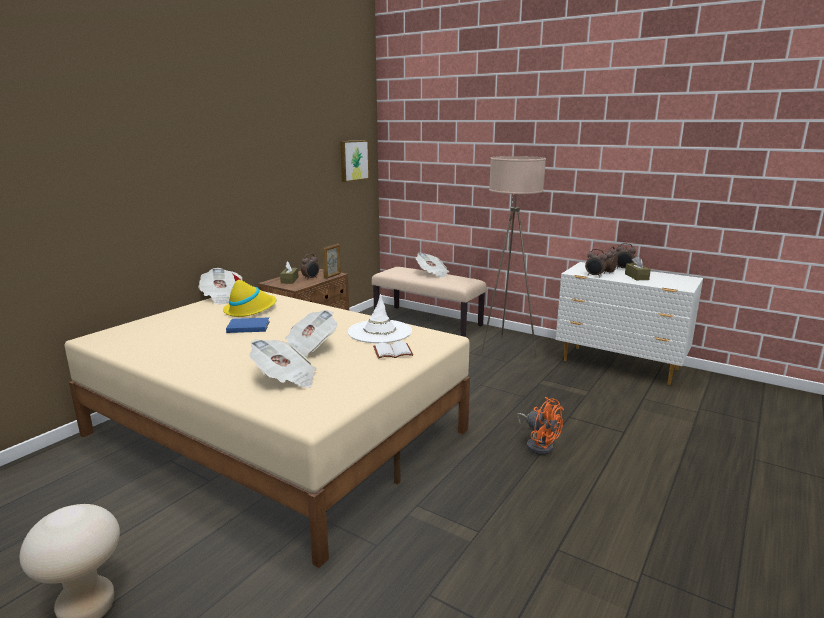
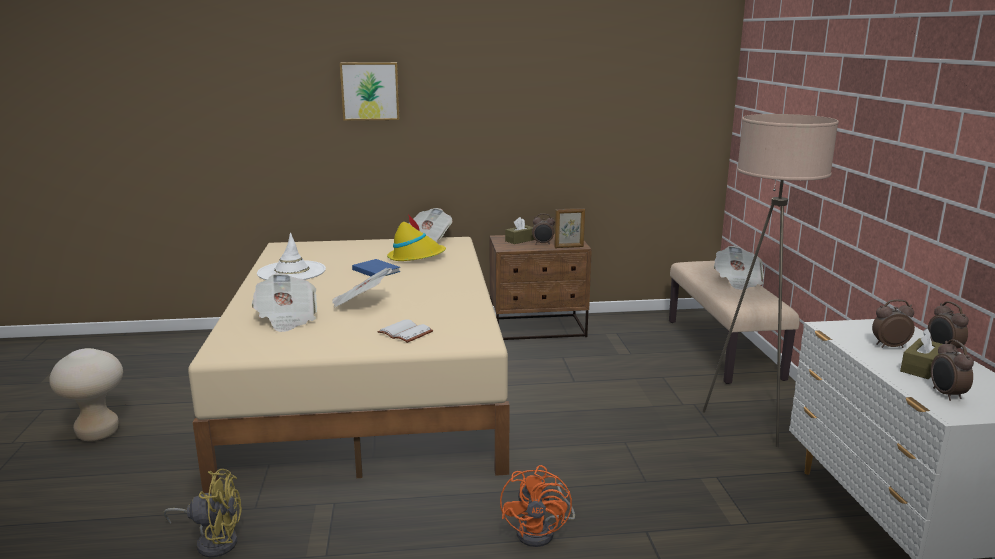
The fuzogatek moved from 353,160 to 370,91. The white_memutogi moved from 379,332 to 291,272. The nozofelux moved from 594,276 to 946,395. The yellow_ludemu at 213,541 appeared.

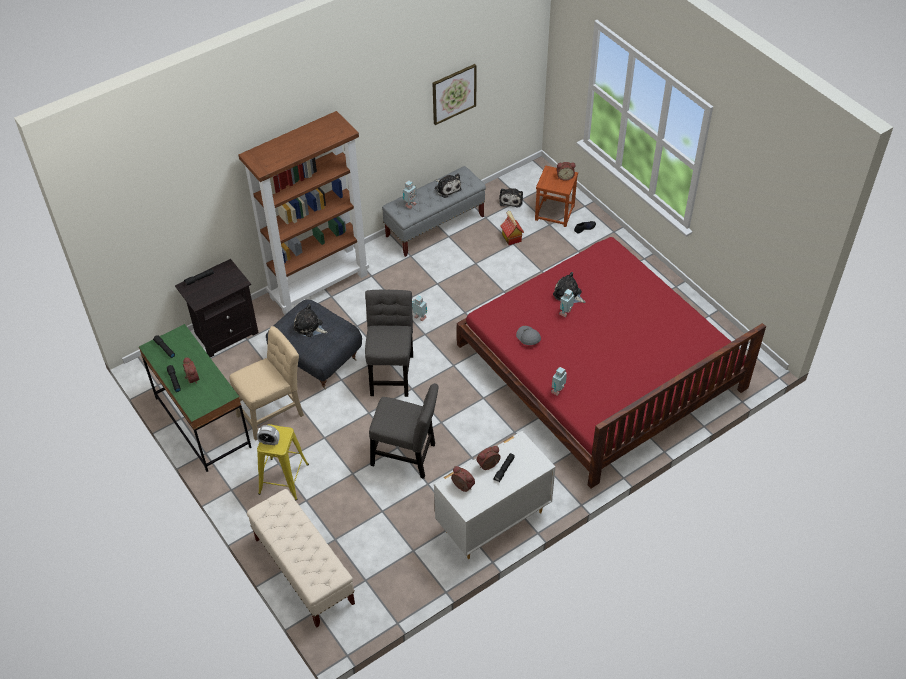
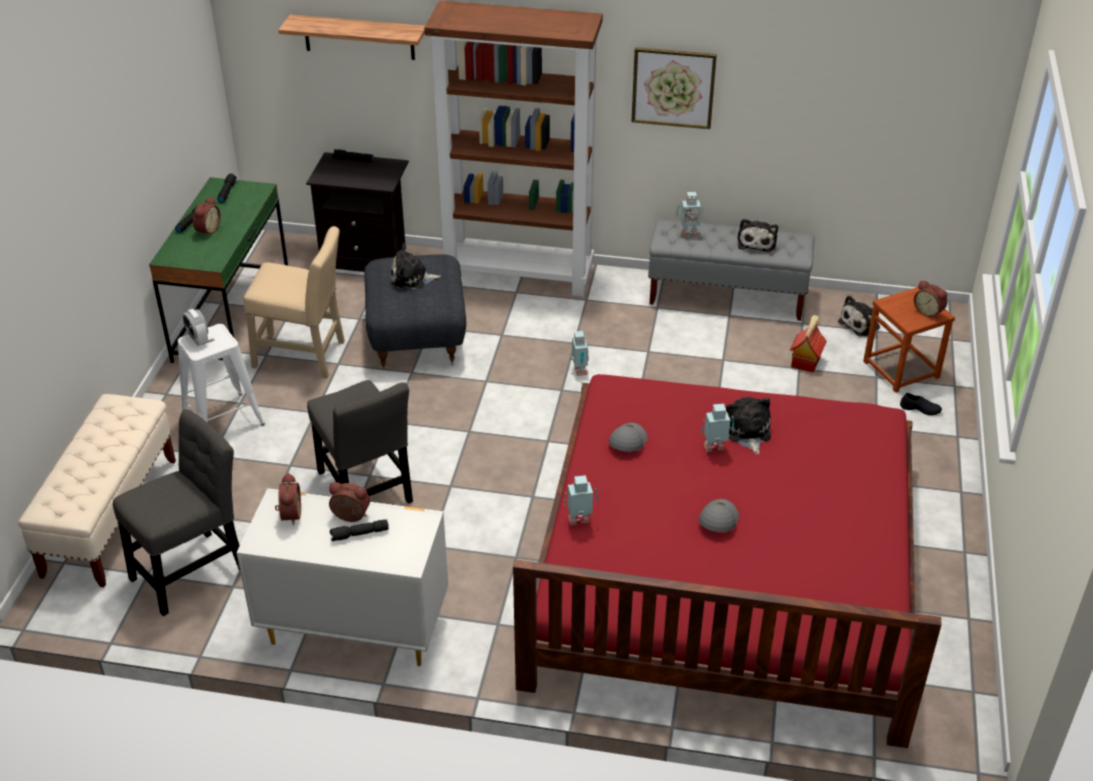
The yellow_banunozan at 283,479 became the white_banunozan at 223,420. The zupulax at 309,327 turned 75 degrees counterclockwise. The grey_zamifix moved from 391,372 to 193,570. The fuzogatek moved from 454,93 to 673,87. The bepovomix at 359,37 appeared. The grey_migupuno at 717,520 appeared.

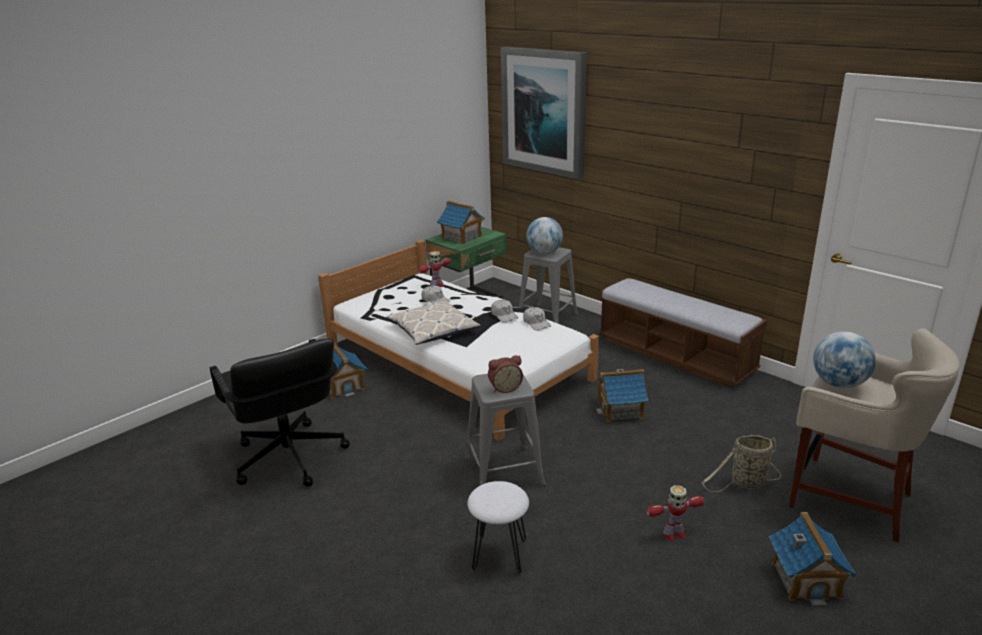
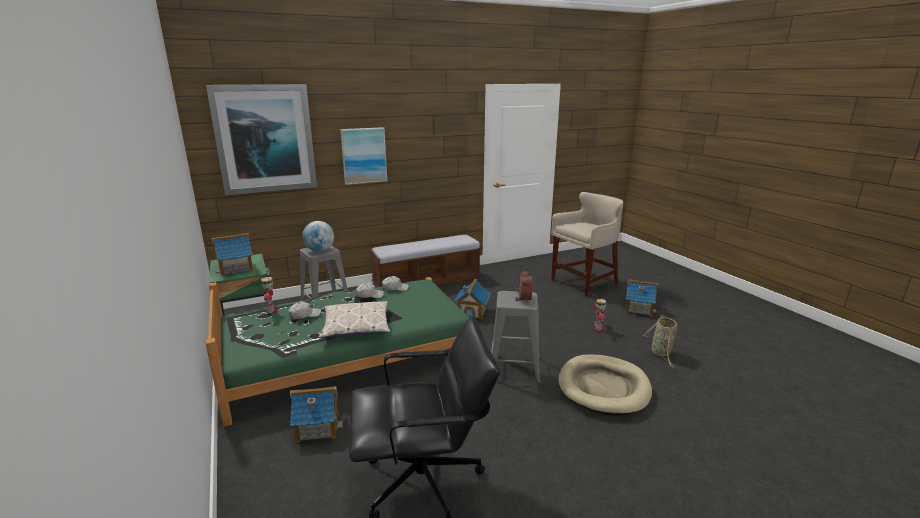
The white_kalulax at 456,363 became the green_kalulax at 347,356. The white_banunozan at 500,555 was replaced by the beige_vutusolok at 603,387. The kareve moved from 745,483 to 661,353. The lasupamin at 839,384 disappeared. The fuzogatek at 364,155 appeared.

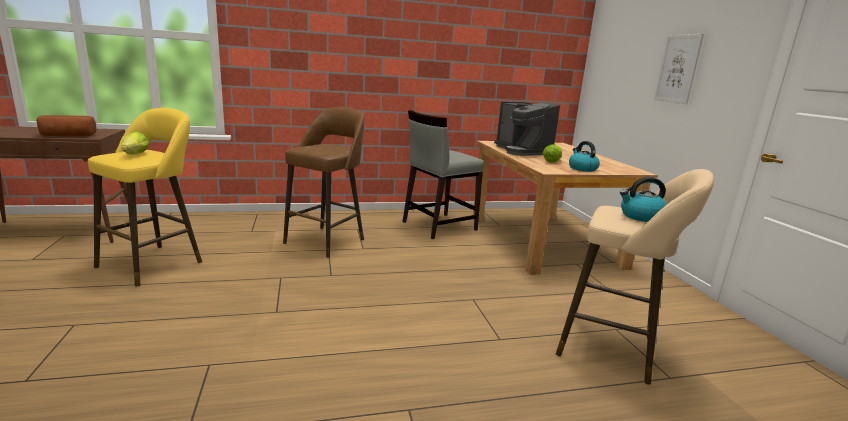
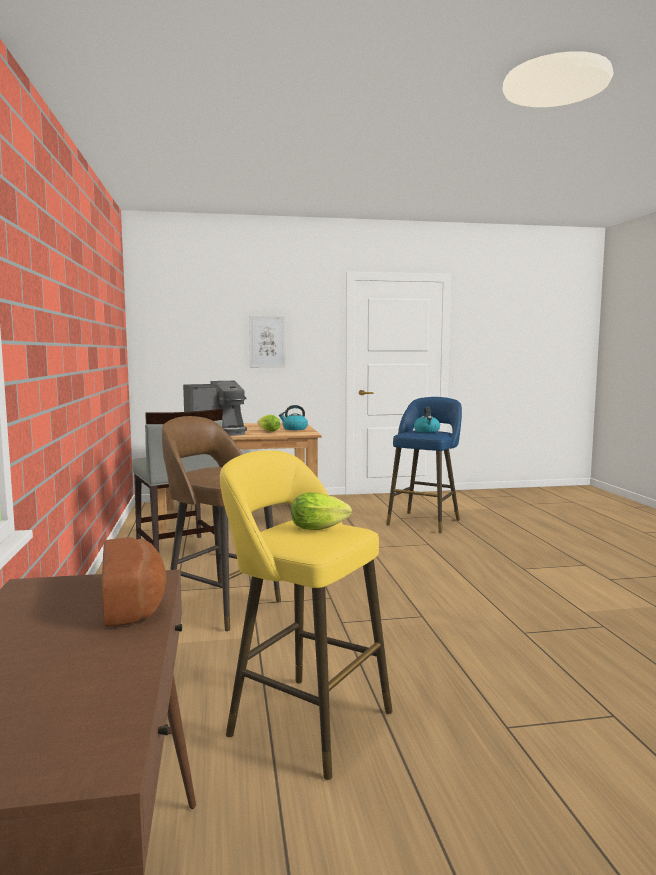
The beige_banunozan at 613,348 became the blue_banunozan at 425,521.

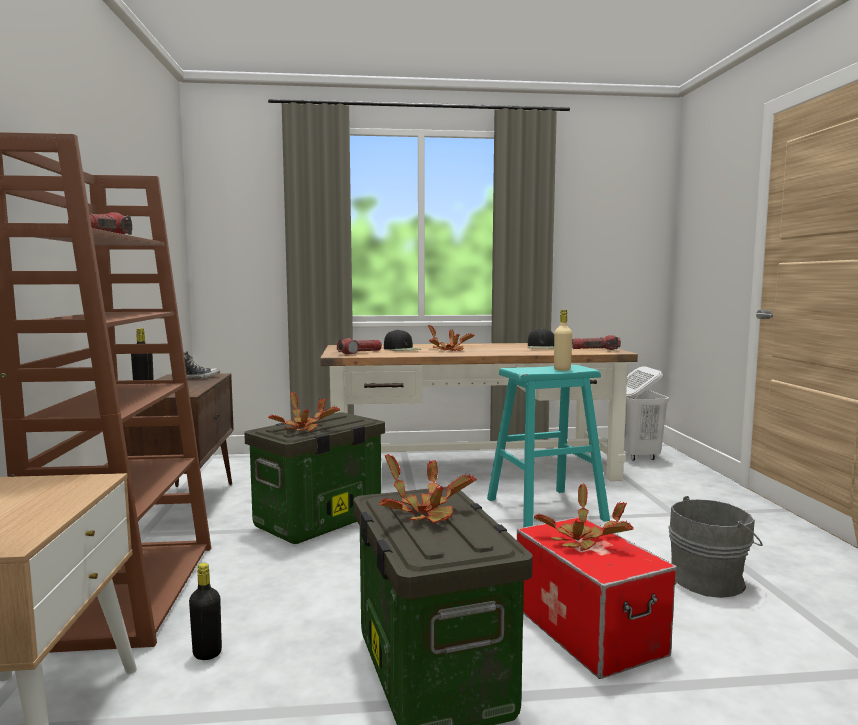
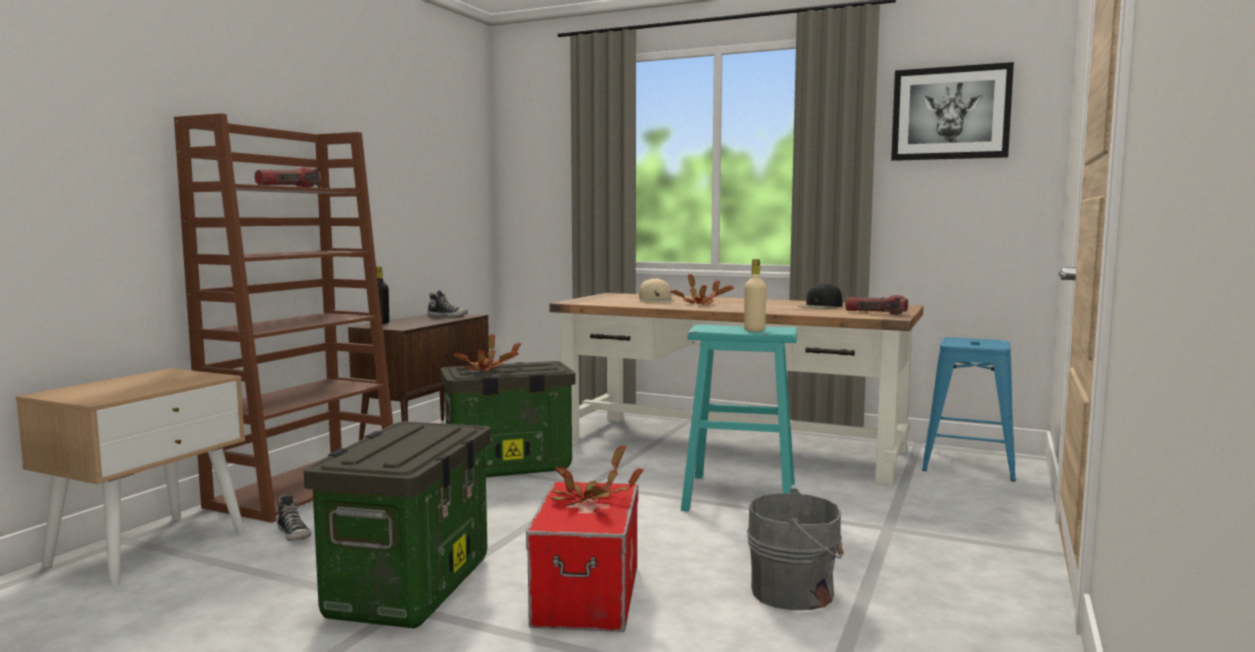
The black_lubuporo at 207,653 was replaced by the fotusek at 294,534. The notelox at 360,353 disappeared. The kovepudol at 423,512 disappeared. The black_migupuno at 402,349 became the beige_migupuno at 656,300. The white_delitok at 636,456 was replaced by the blue_banunozan at 969,464. The fuzogatek at 950,113 appeared.

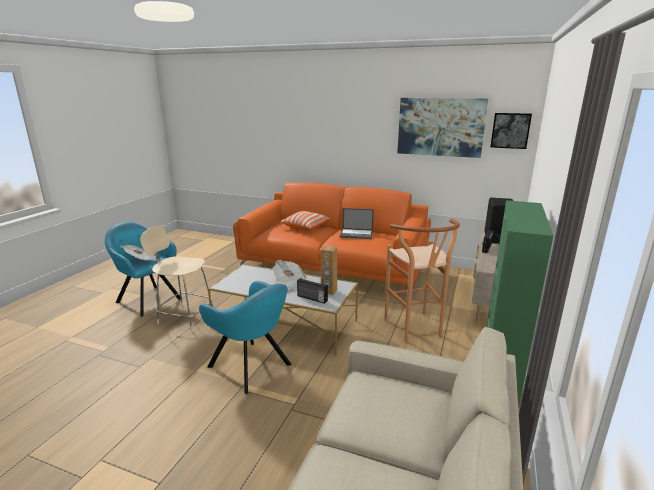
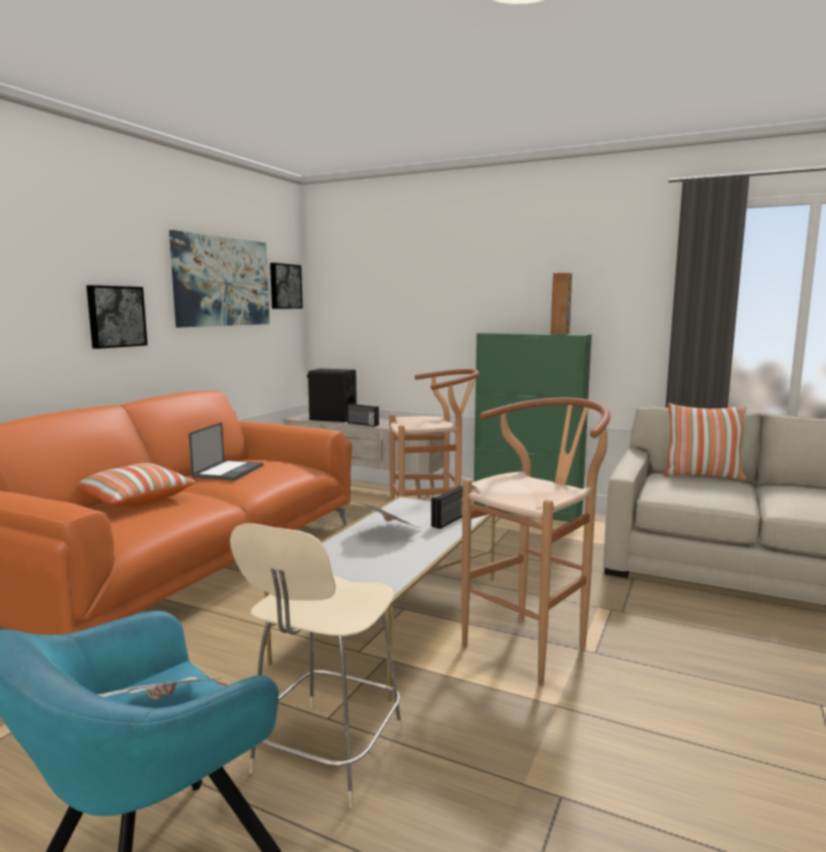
The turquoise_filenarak at 252,367 was replaced by the brown_banunozan at 533,644. The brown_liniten moved from 328,291 to 560,334. The fuzogatek at 115,316 appeared. The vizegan at 702,476 appeared.

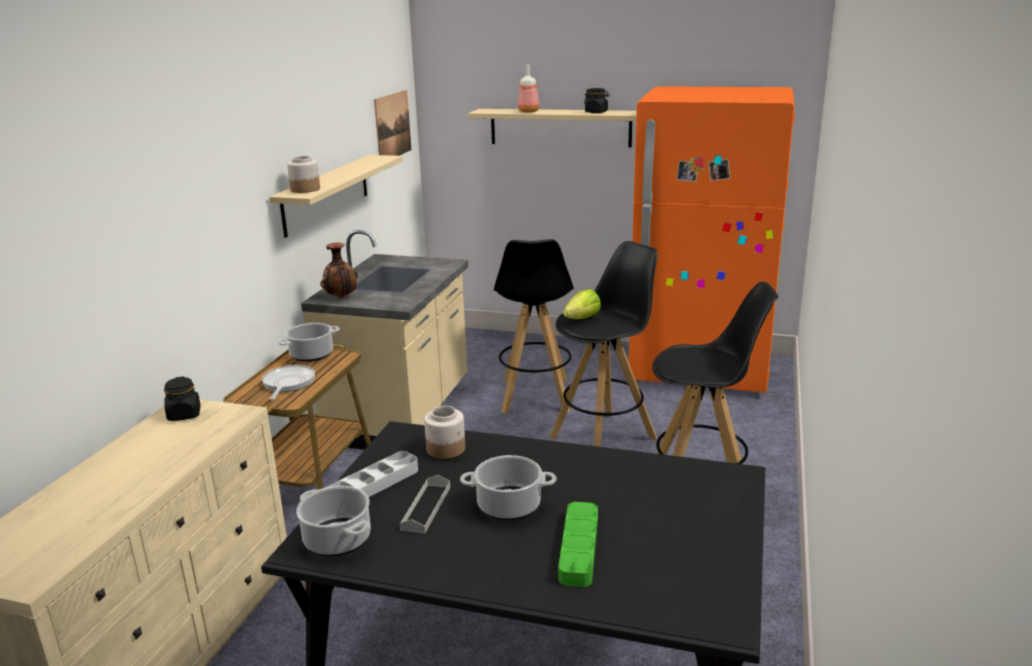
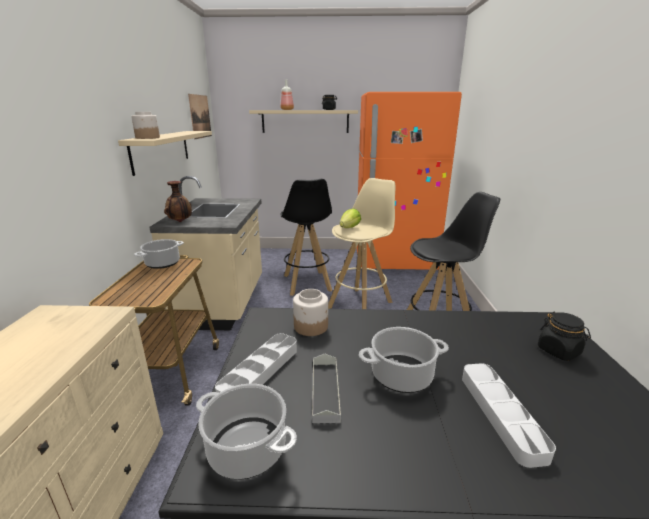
The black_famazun moved from 184,415 to 559,351. The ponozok at 288,384 disappeared. The black_banunozan at 604,437 became the beige_banunozan at 360,304. The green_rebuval at 579,548 became the grey_rebuval at 500,414.

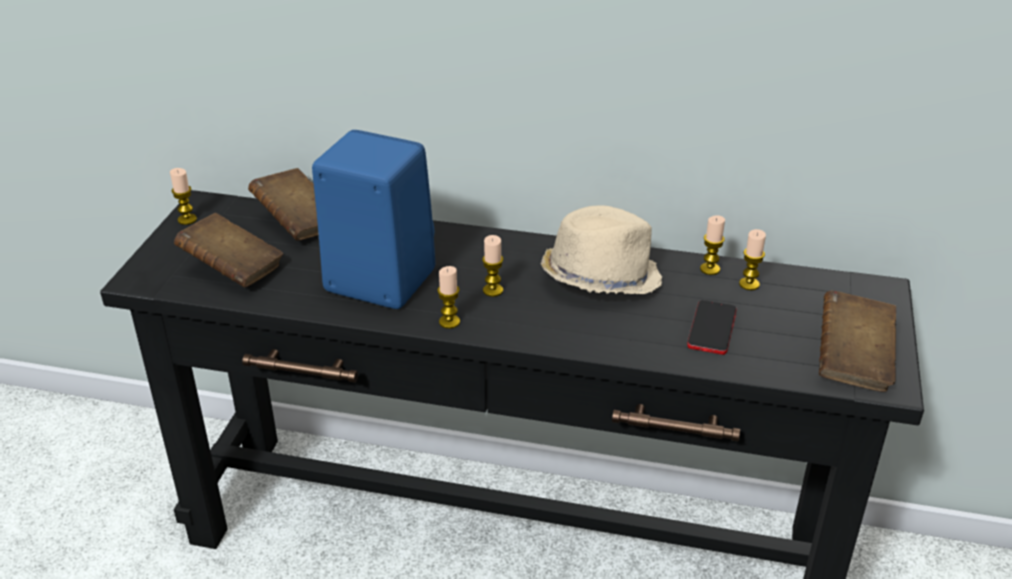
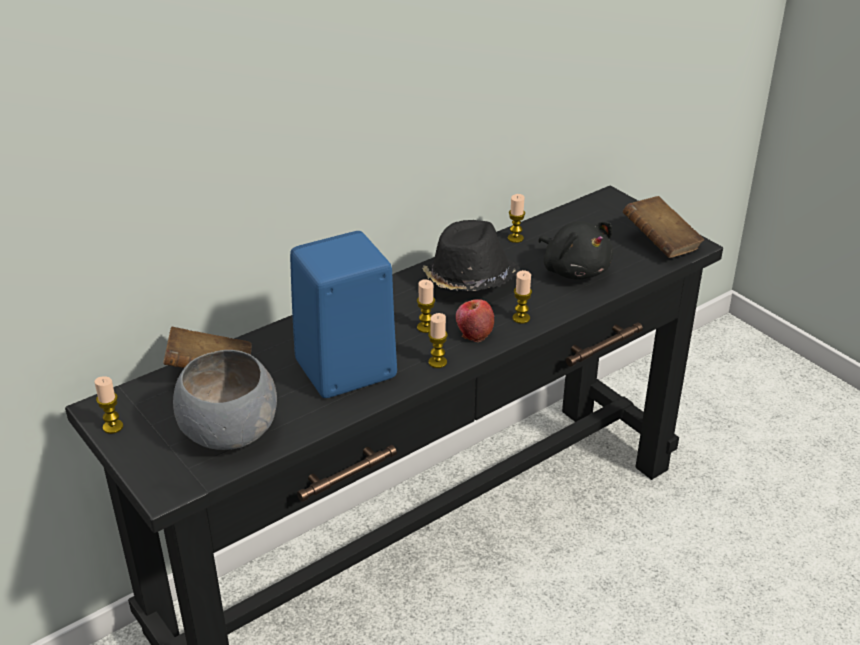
The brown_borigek at 233,270 was replaced by the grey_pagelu at 228,433. The beige_memutogi at 599,278 became the black_memutogi at 469,280. The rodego at 712,328 was replaced by the black_zupulax at 574,270. The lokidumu moved from 749,284 to 521,318. The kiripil at 474,333 appeared.

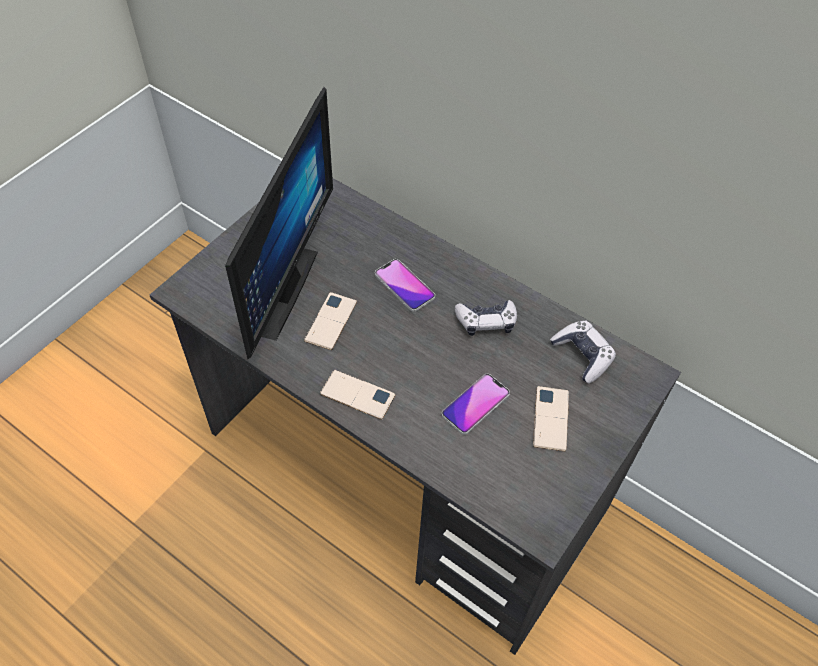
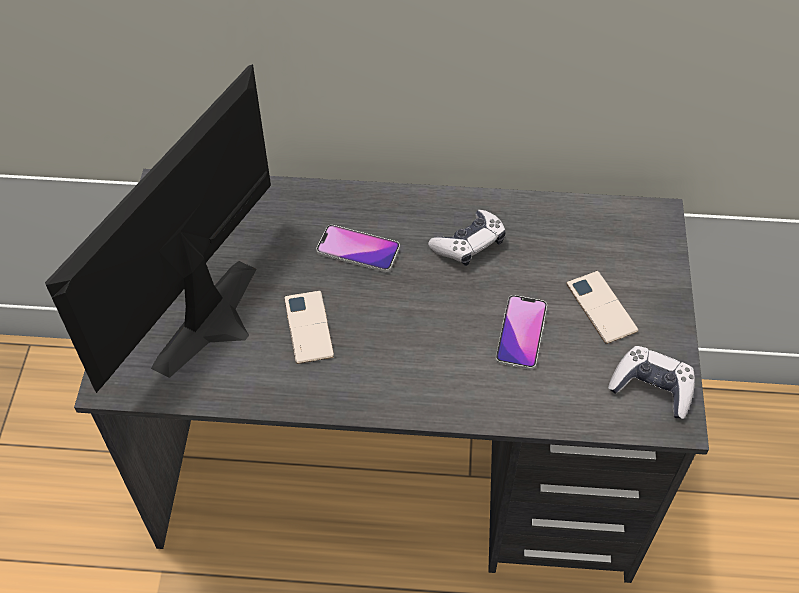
The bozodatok at 276,289 turned 135 degrees counterclockwise. The rodego at 357,395 disappeared. The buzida moved from 582,355 to 651,388.

